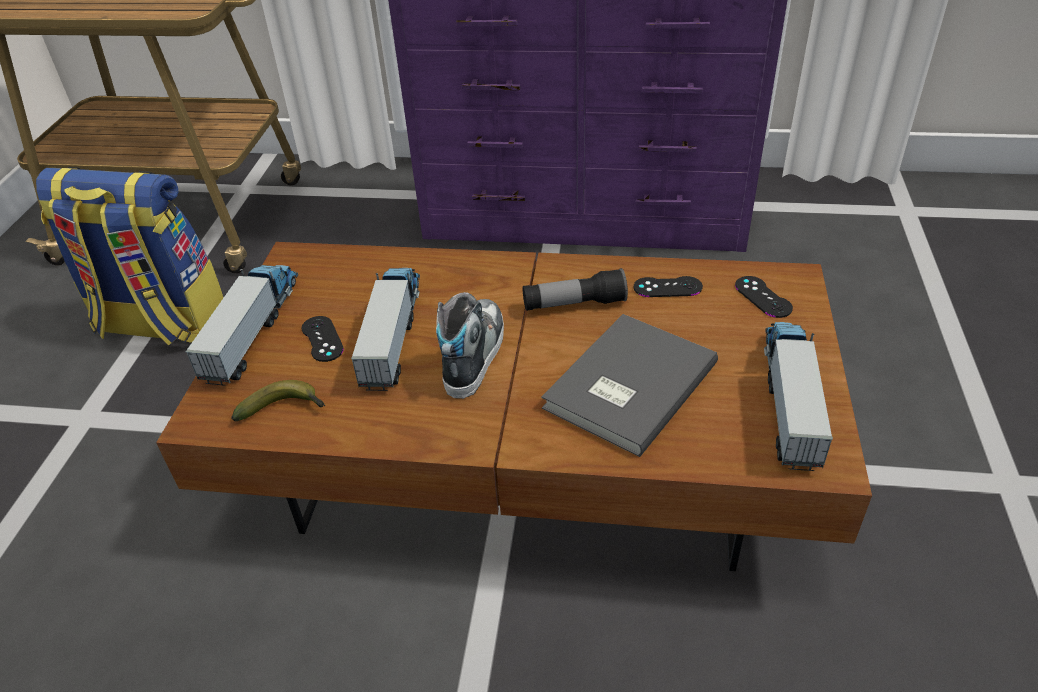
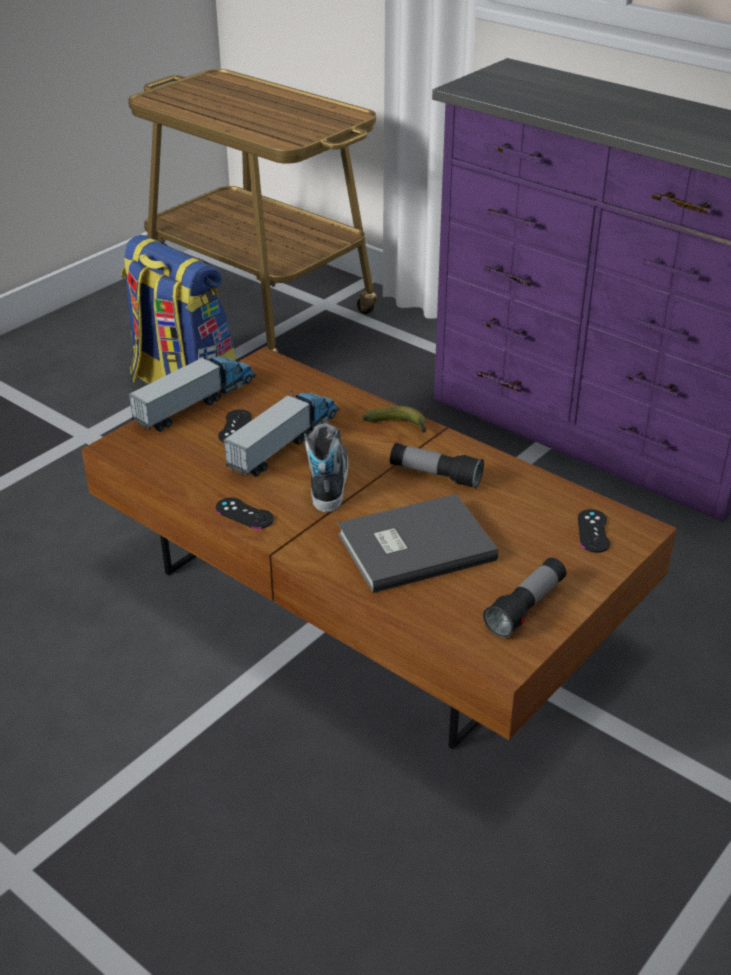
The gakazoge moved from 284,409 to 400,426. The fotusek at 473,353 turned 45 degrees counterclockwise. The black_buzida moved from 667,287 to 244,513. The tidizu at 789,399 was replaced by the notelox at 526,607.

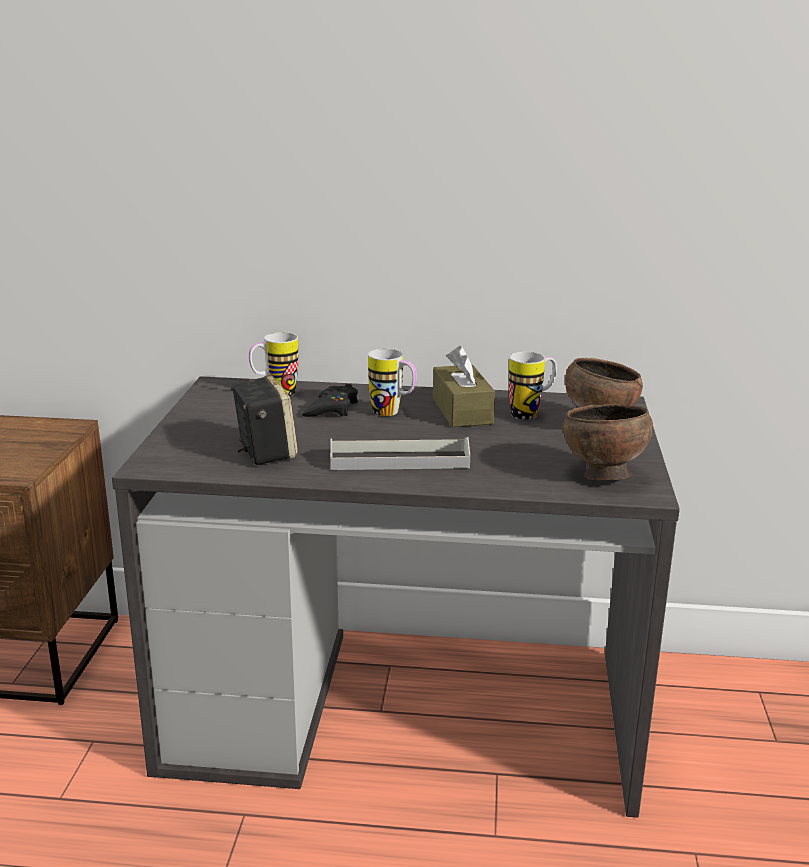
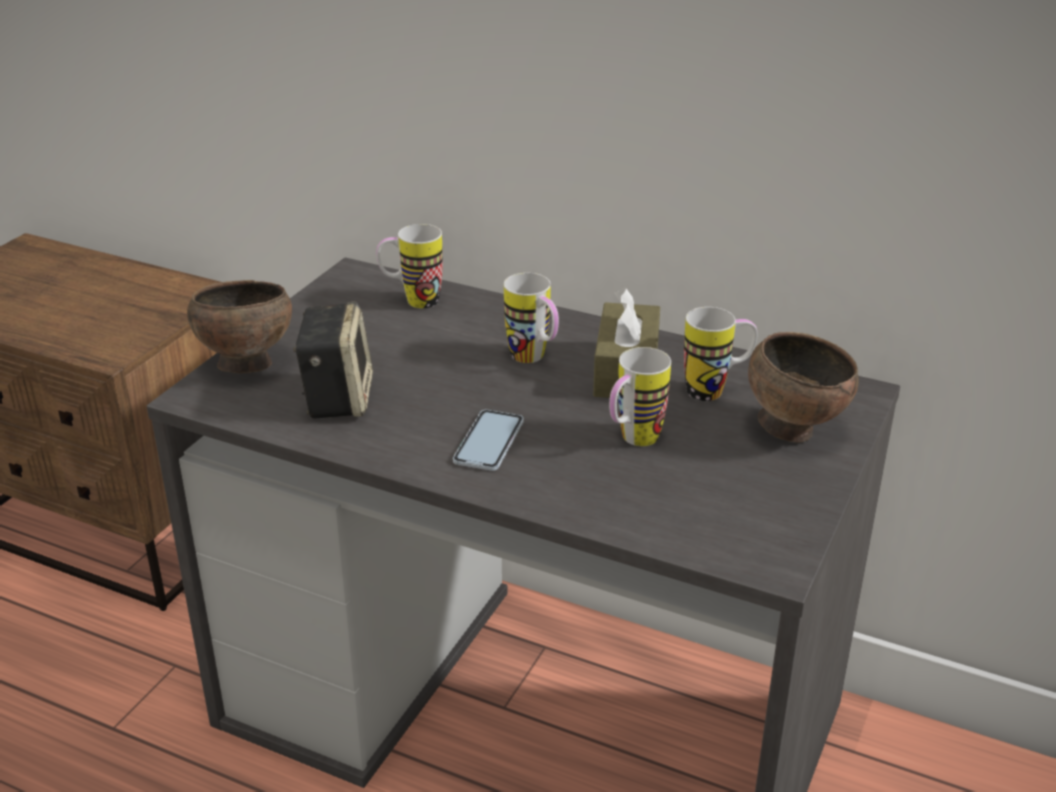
The black_buzida at 332,409 disappeared. The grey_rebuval at 399,460 was replaced by the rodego at 489,441. The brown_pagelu moved from 602,477 to 245,365. The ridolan at 632,441 appeared.

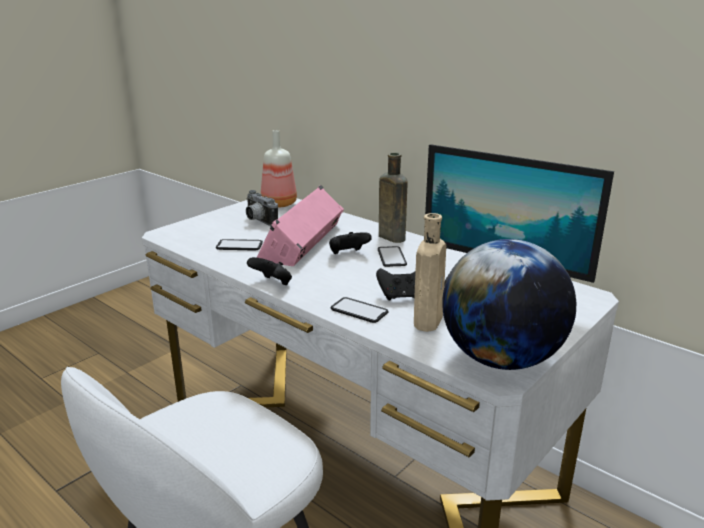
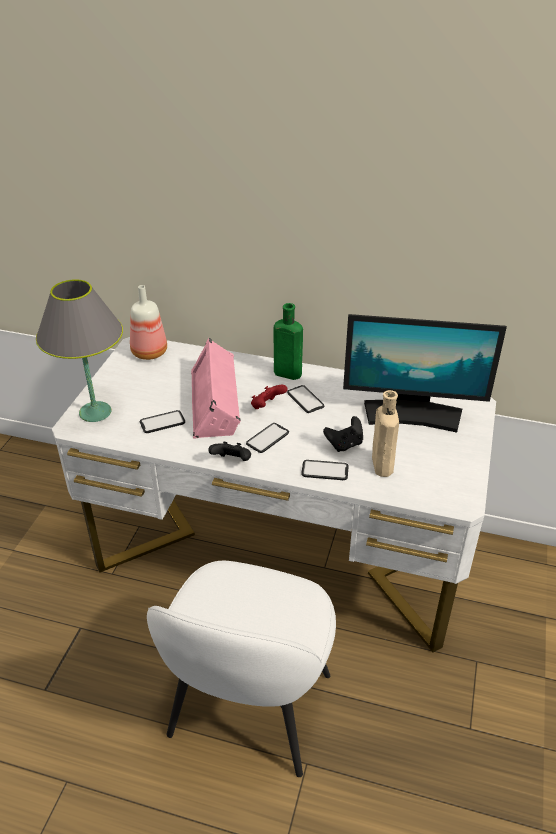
The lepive at 258,221 disappeared. The black_buzida at 348,254 became the red_buzida at 267,406. The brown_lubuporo at 390,237 became the green_lubuporo at 285,373. The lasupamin at 501,359 disappeared. The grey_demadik at 95,412 appeared. The rodego at 267,438 appeared.

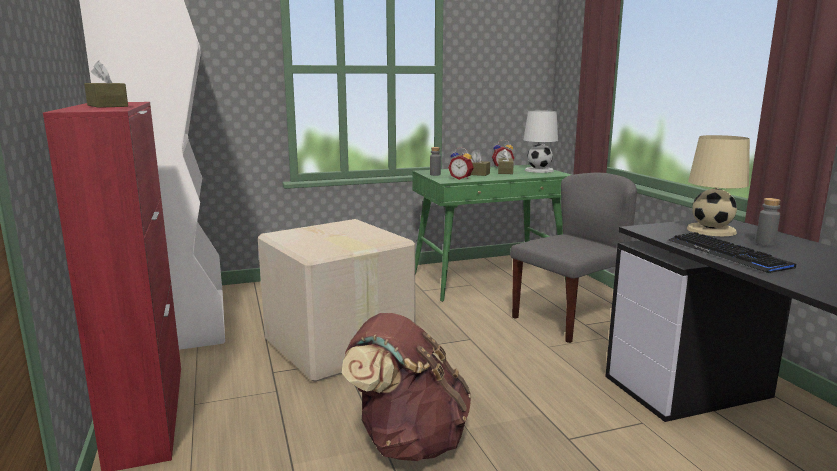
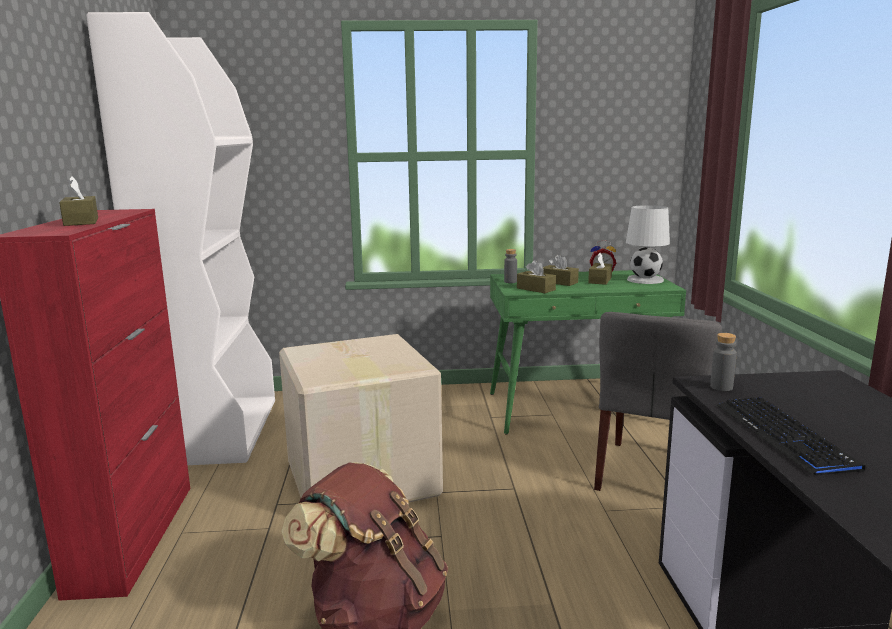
The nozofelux at 461,178 was replaced by the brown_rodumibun at 536,289. The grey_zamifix at 569,318 turned 135 degrees clockwise. The beige_demadik at 712,230 disappeared. The grey_lubuporo moved from 765,243 to 721,387.

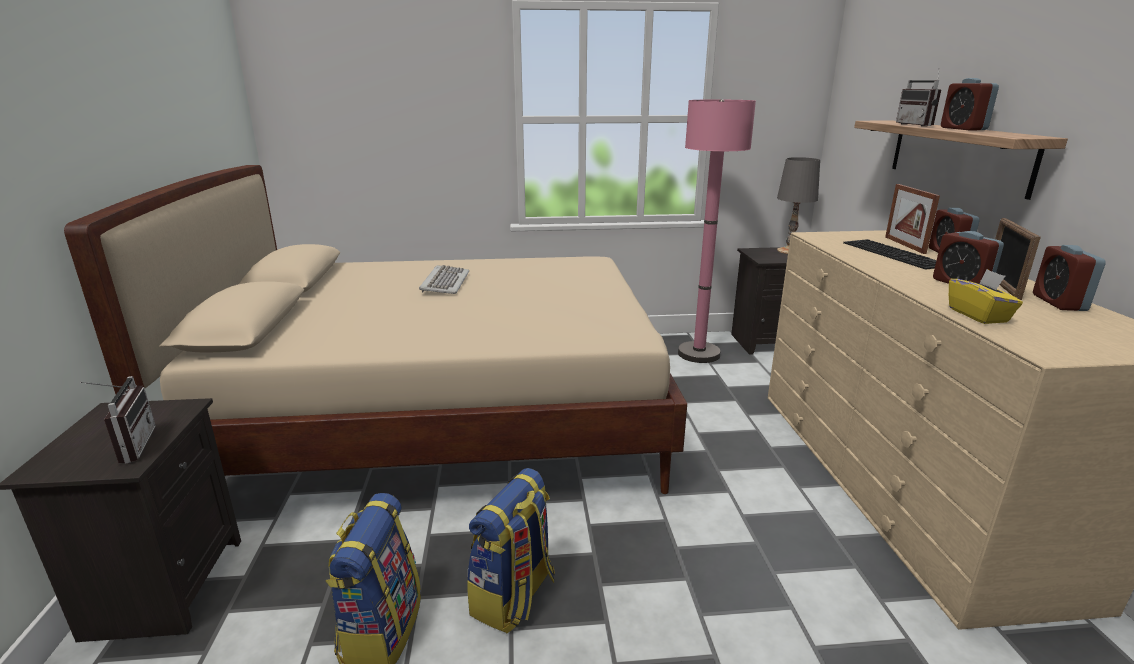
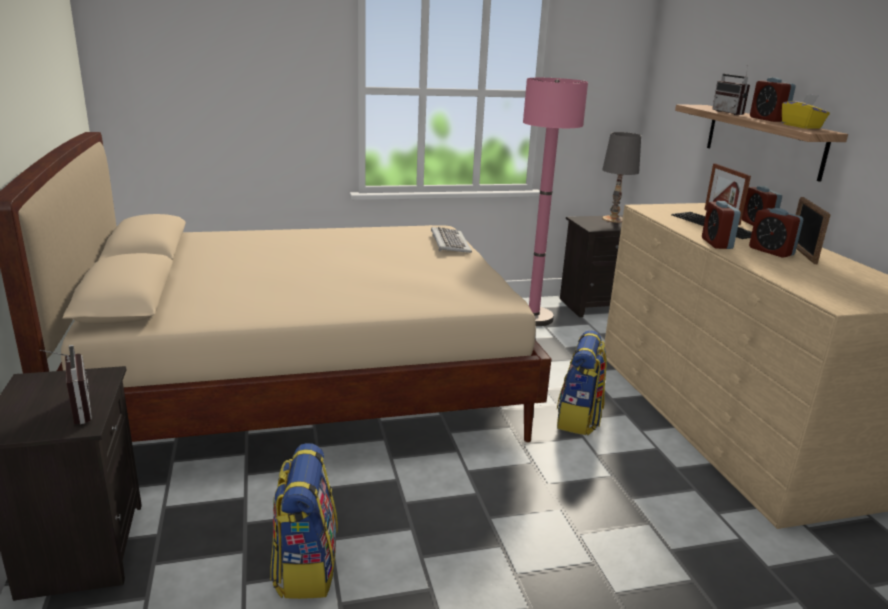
The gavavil moved from 444,283 to 449,243. The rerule moved from 514,597 to 579,419. The yellow_rodumibun moved from 978,315 to 801,126. The nozofelux moved from 1058,303 to 716,243.

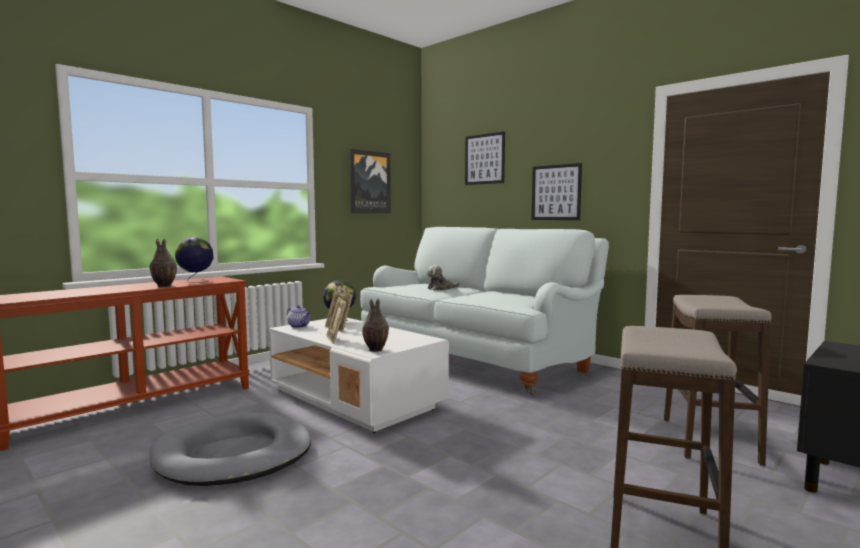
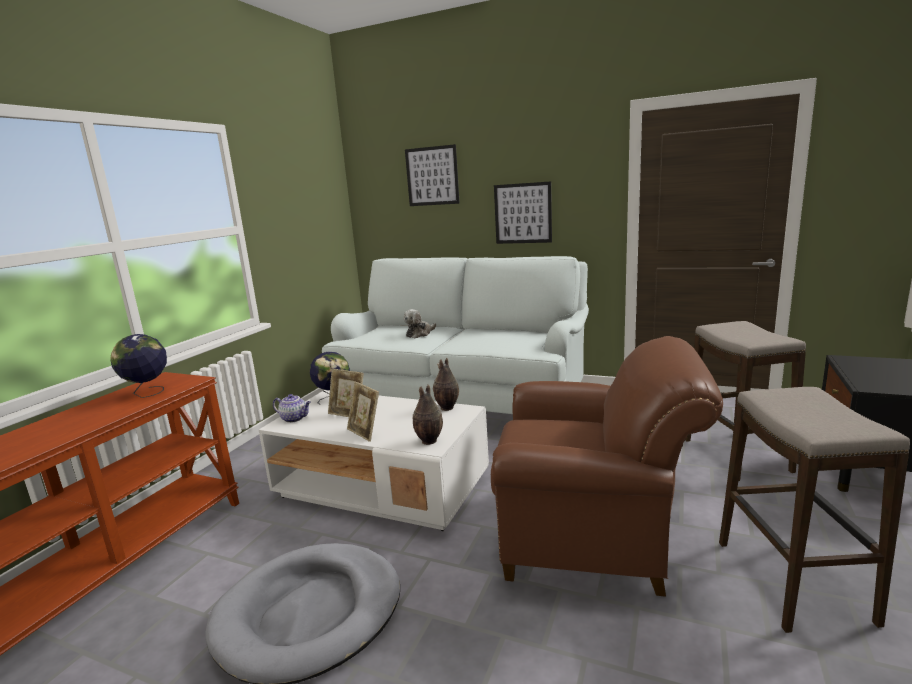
The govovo moved from 163,286 to 446,408. The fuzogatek at 369,182 disappeared. The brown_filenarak at 593,537 appeared.

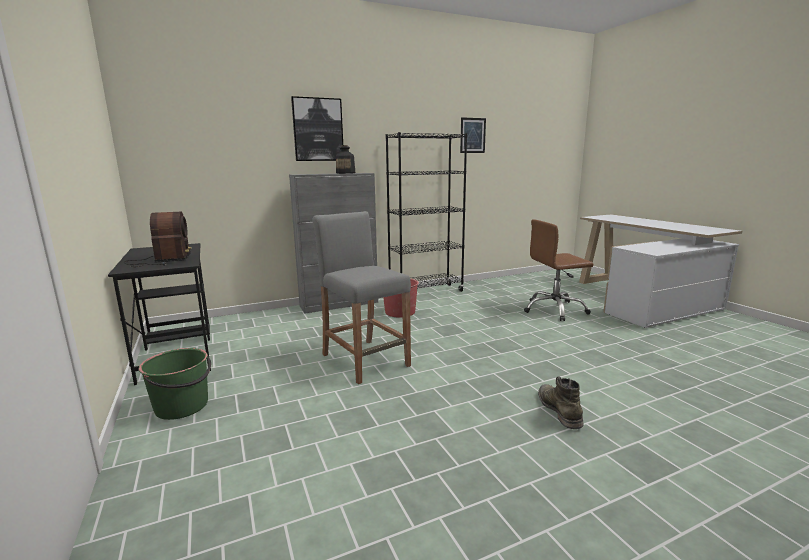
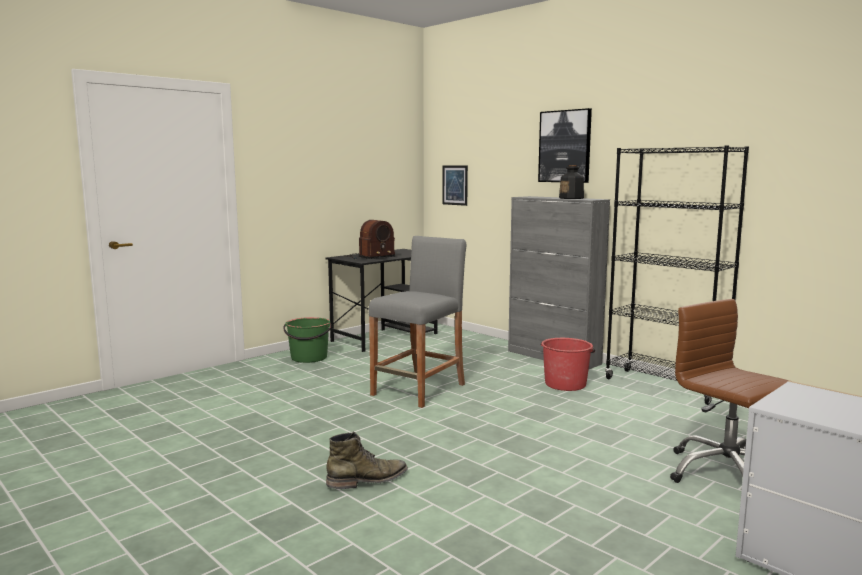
The fuzogatek moved from 472,135 to 455,185.

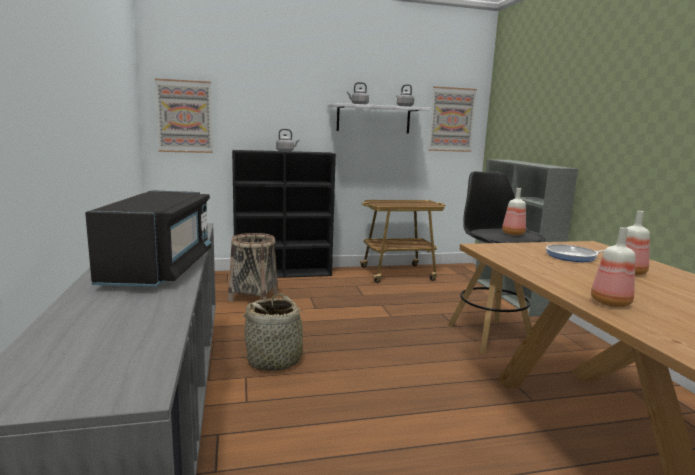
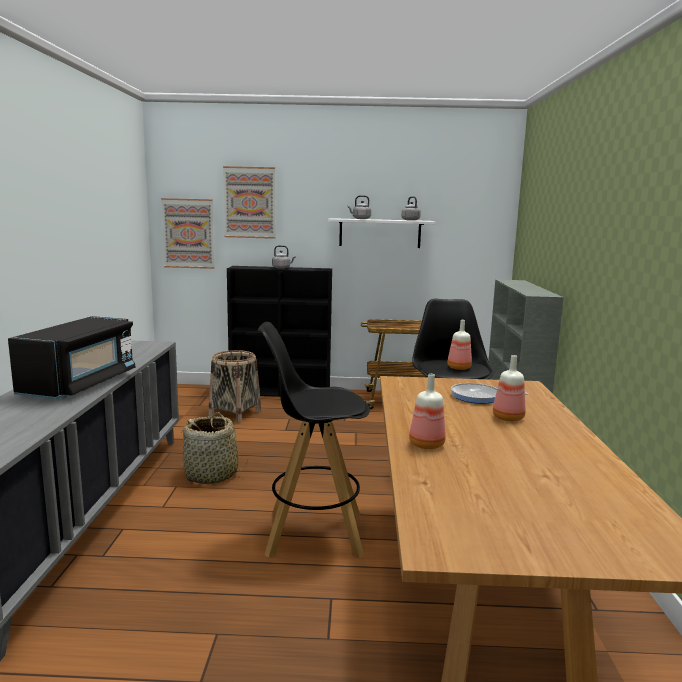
The fuzogatek moved from 451,119 to 249,202. The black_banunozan at 313,533 appeared.

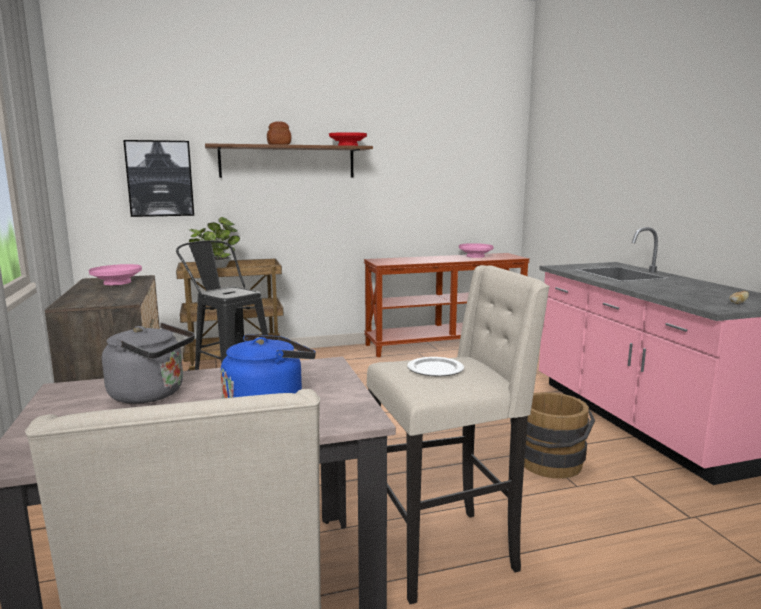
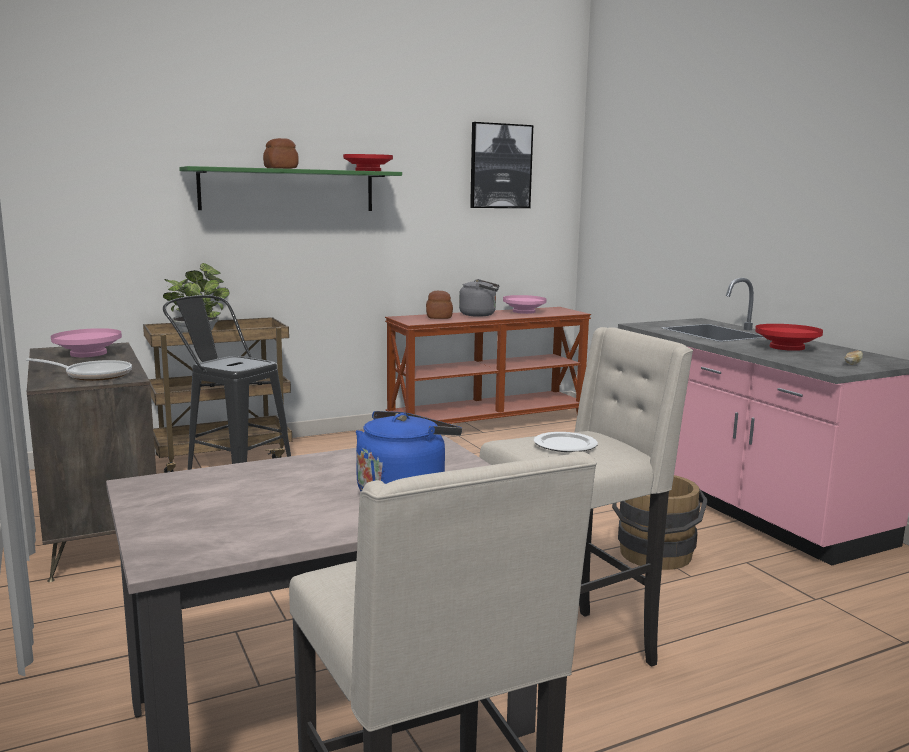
The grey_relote moved from 152,394 to 480,315. The fuzogatek moved from 160,178 to 500,166. The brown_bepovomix at 287,162 became the green_bepovomix at 288,190. The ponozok at 94,375 appeared. The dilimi at 439,316 appeared. The red_pagelu at 786,347 appeared.

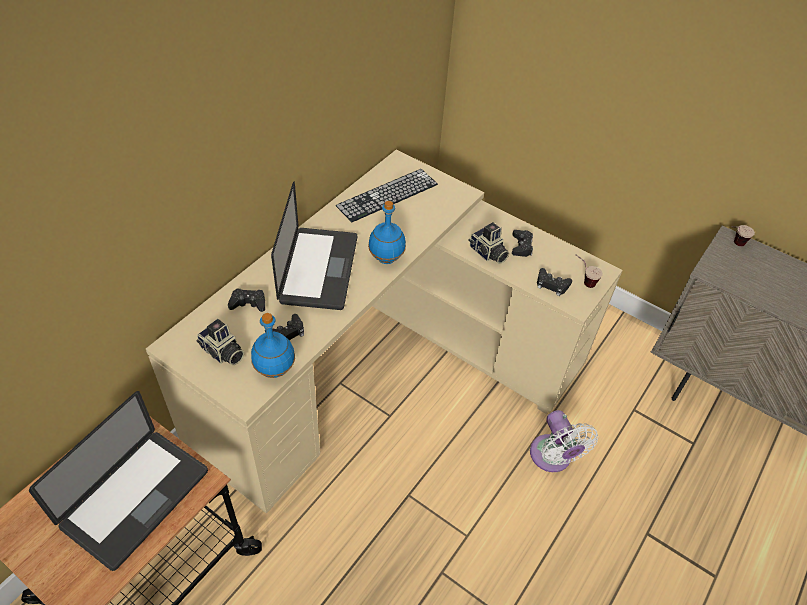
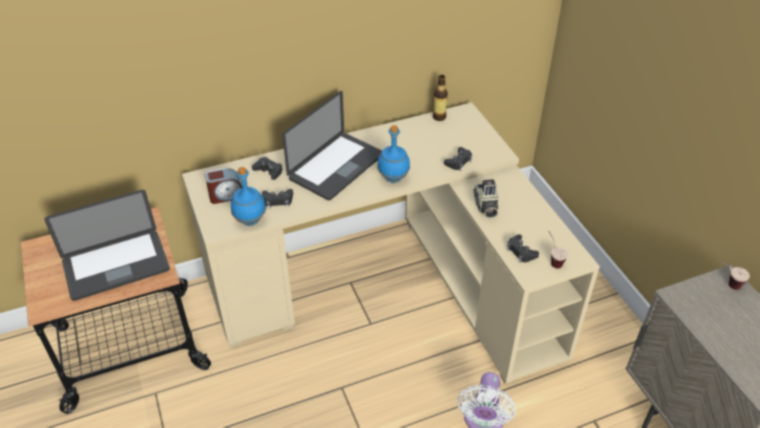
The lepive at 222,353 was replaced by the nozofelux at 226,195. The gavavil at 387,195 disappeared. The black_buzida moved from 521,246 to 458,162. The lubuporo at 439,117 appeared.

